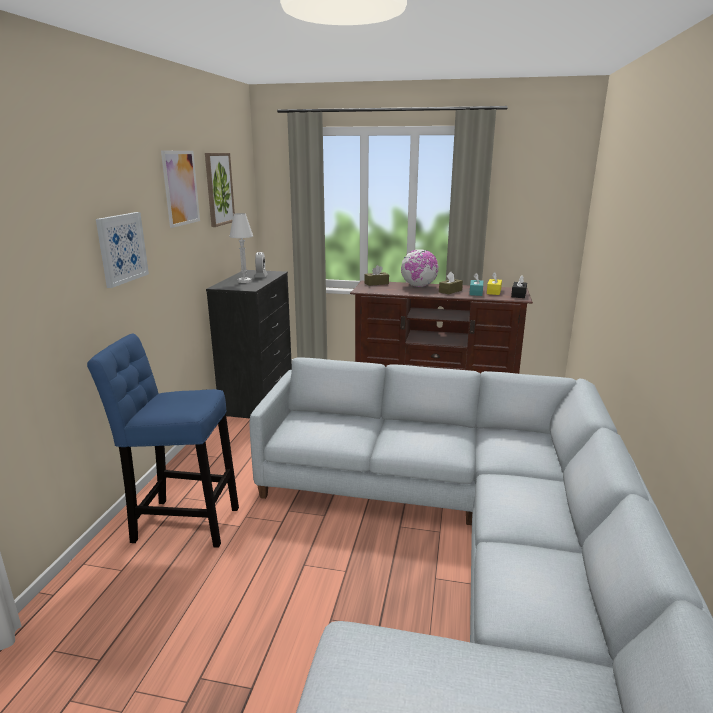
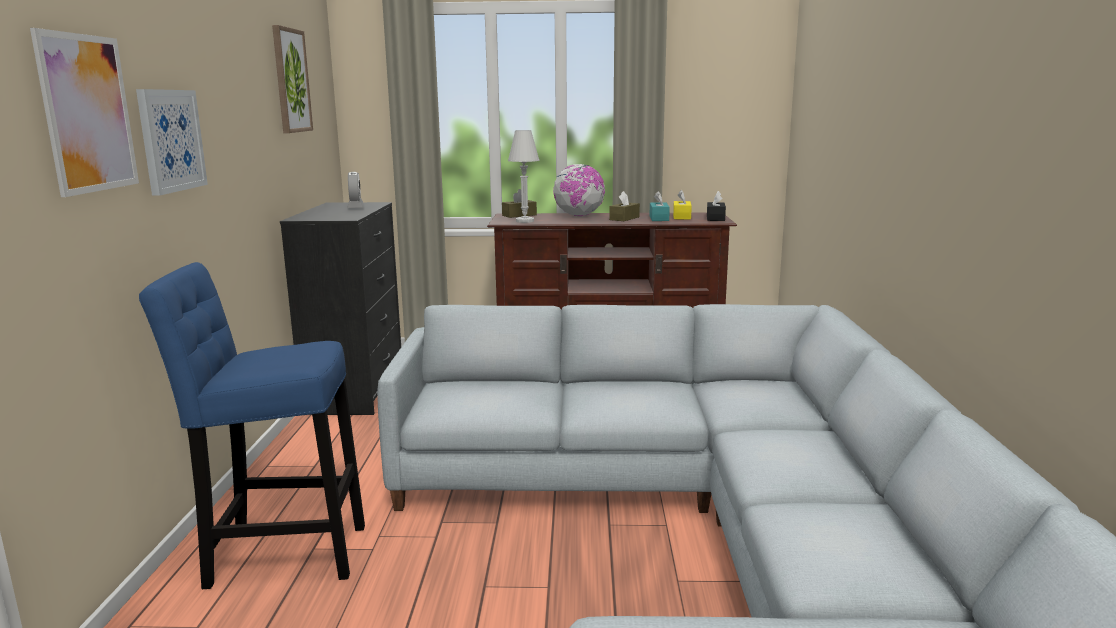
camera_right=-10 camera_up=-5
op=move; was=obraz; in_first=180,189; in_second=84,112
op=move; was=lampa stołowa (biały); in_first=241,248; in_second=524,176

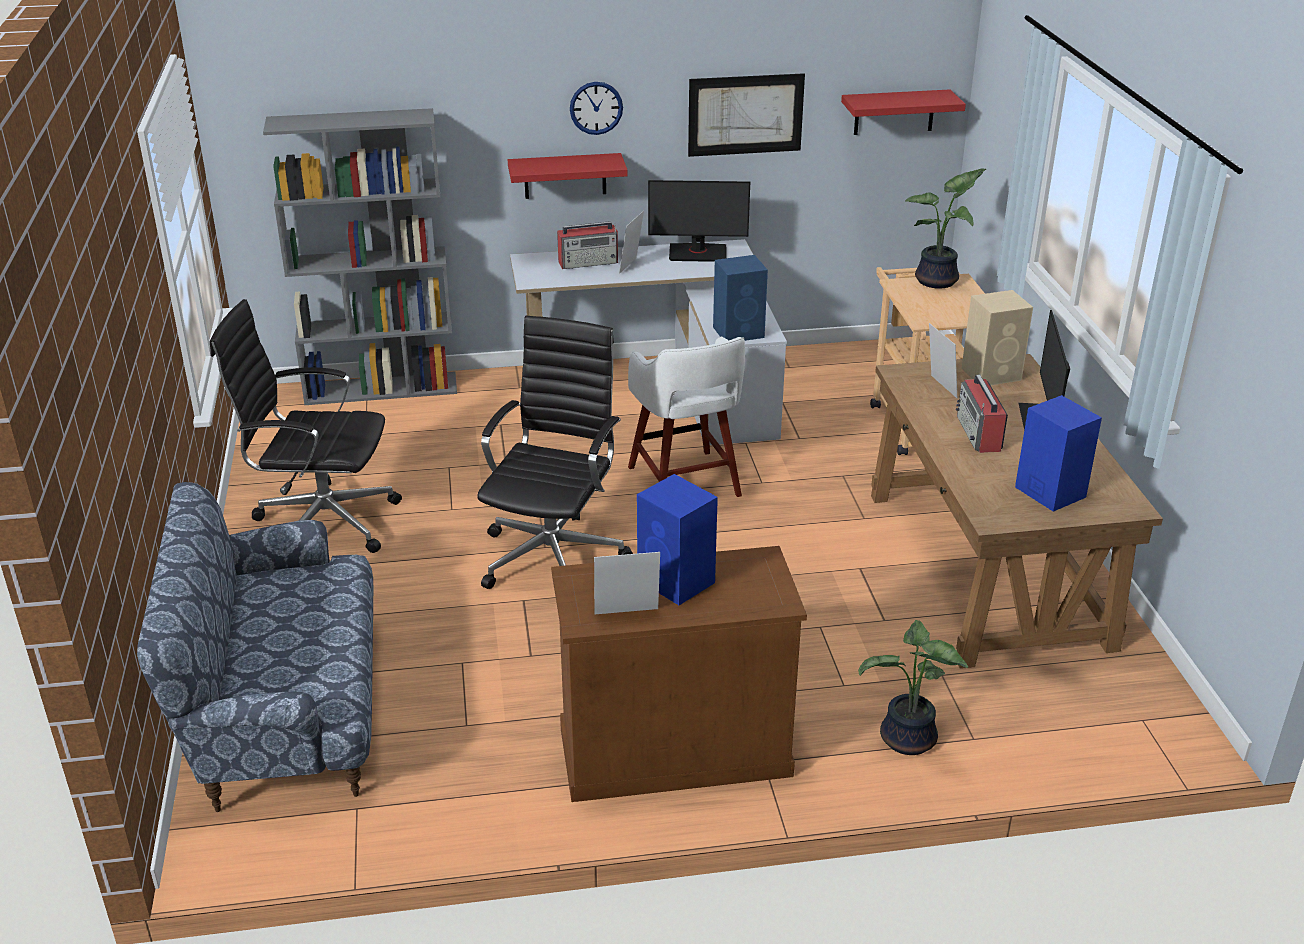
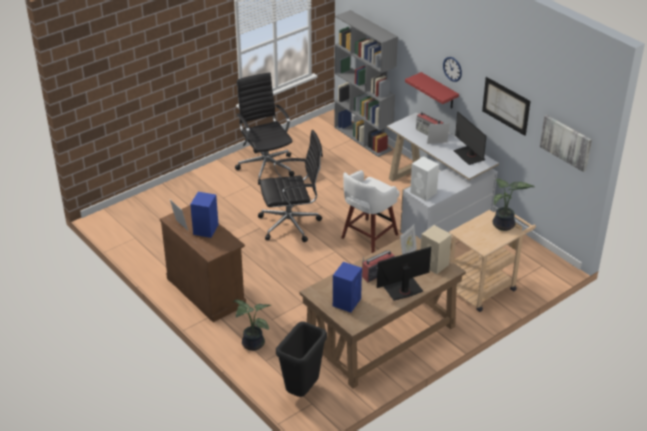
camera_right=60 camera_up=5
op=delete; was=kanapa; in_first=255,647
op=recolor; was=głośnik (niebieski); now=głośnik (biały); in_first=740,298; in_second=424,178
op=replace; was=półka (czerwony); now=obraz; in_first=903,112; in_second=566,143
op=insert; now=kosz na śmieci (czarny); in_second=301,359

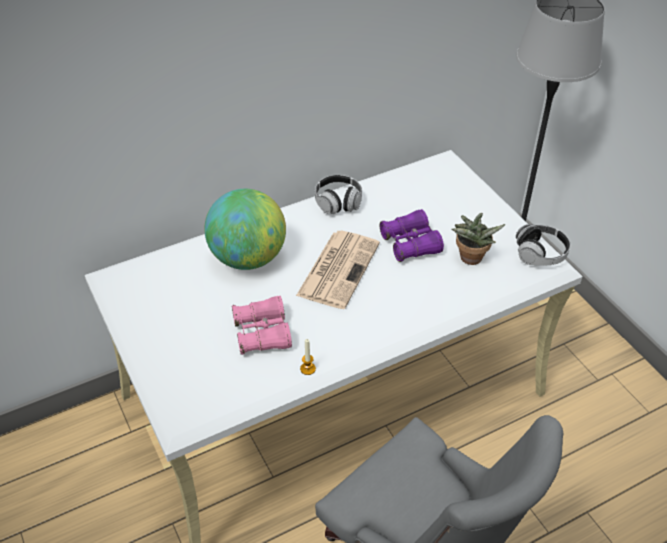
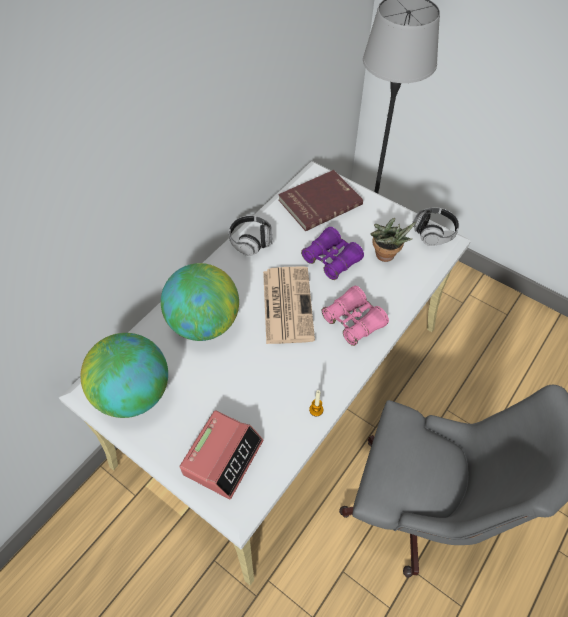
camera_right=-25 camera_up=10
op=move; was=lornetka (różowy); in_first=262,325; in_second=355,316
op=insert; now=globus; in_second=124,375
op=insert; now=budzik; in_second=221,454
op=insert; now=książka (czerwony); in_second=320,200

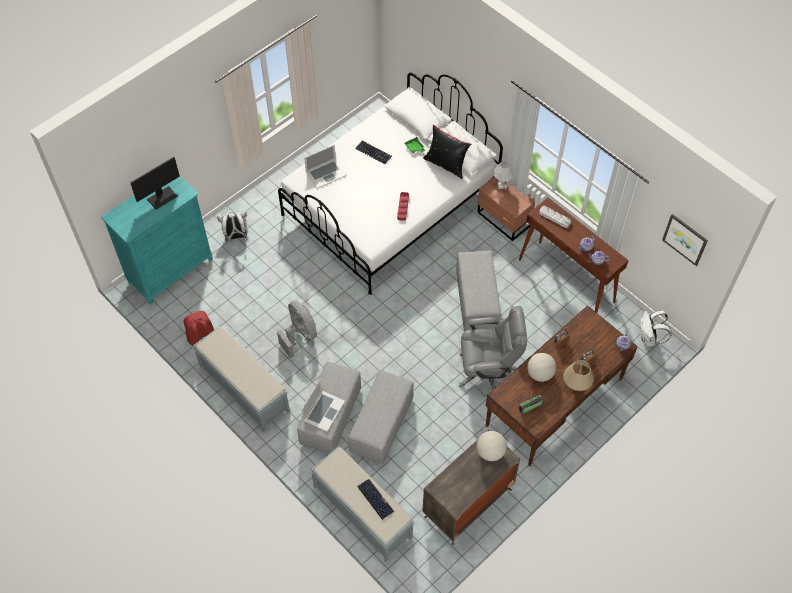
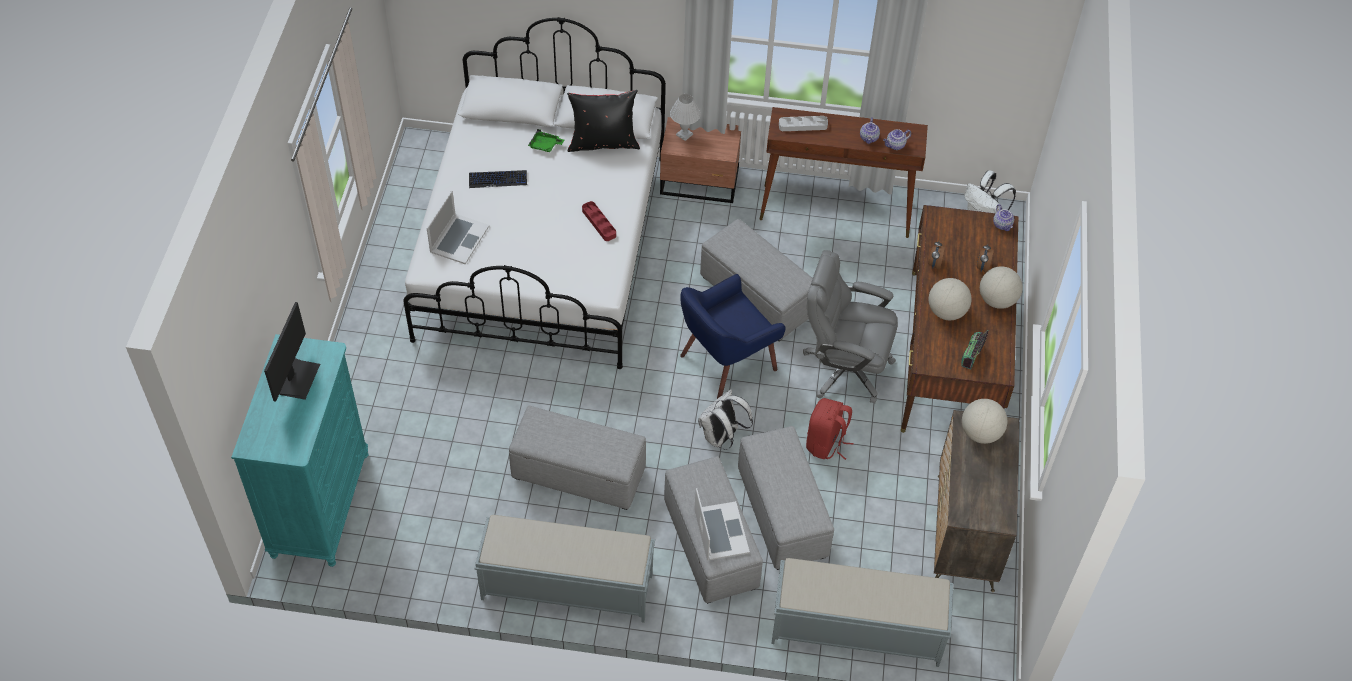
camera_right=-40 camera_up=-5
op=move; was=plecak (czerwony); in_first=199,328; in_second=829,429
op=move; was=plecak (biały); in_first=232,227; in_second=725,419
op=replace; was=wentylator (szary); now=pufa (szary); in_first=297,329; in_second=577,458
op=delete; was=klawiatura; in_first=376,499
op=rotate; was=krzesło biurowe (szary); in_first=493,347; in_second=850,327; clockwise=-120
op=replace; was=lampa stołowa (beżowy); now=globus; in_first=578,375; in_second=1001,287
op=delete; was=obraz; in_first=685,240
op=insert; now=fotel (niebieski); in_second=732,336

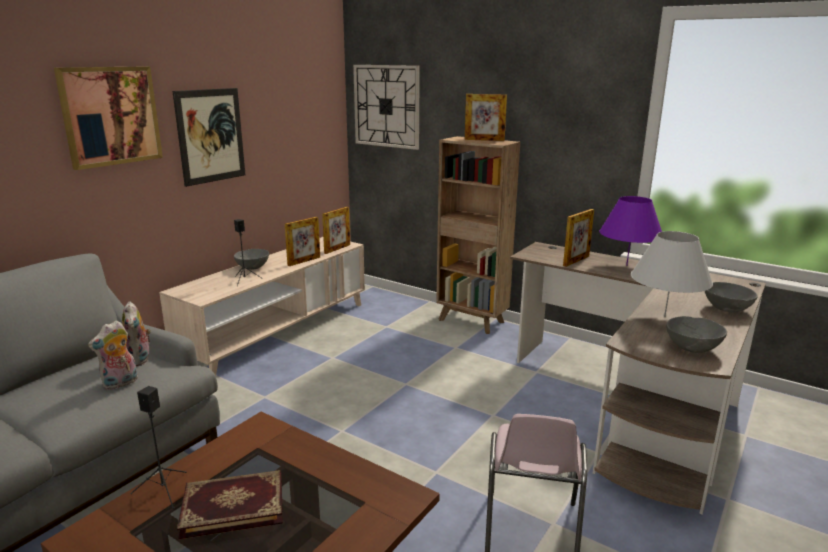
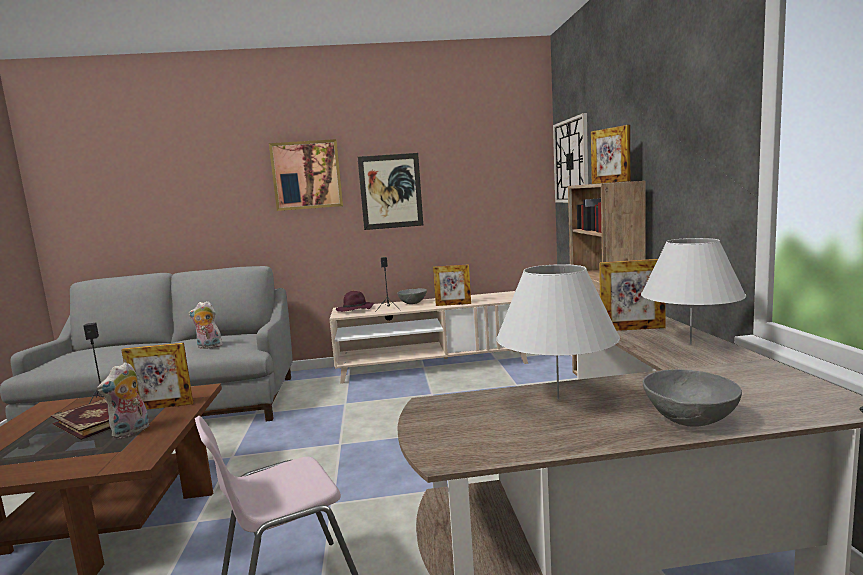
camera_right=50 camera_up=-10
op=move; was=pluszak; in_first=136,333; in_second=123,400
op=move; was=ramka na zdjęcie; in_first=336,230; in_second=157,376
op=recolor; was=lampa stołowa (fioletowy); now=lampa stołowa (biały); in_first=630,231; in_second=693,291
op=delete; was=miska (szary); in_first=696,334
op=insert; now=kapelusz (fioletowy); in_second=355,301

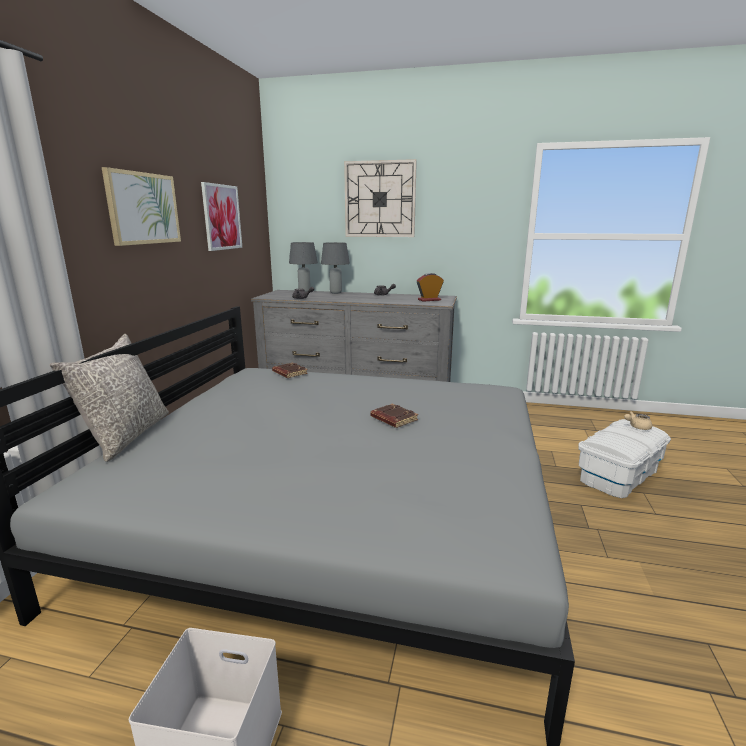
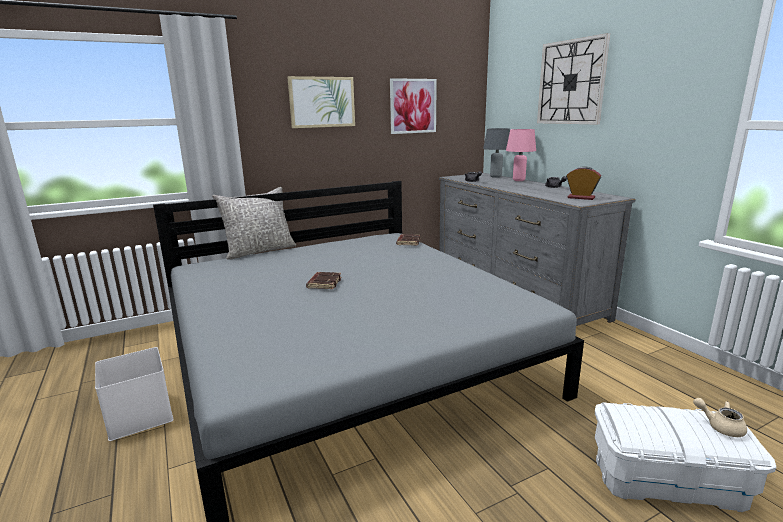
camera_right=50 camera_up=0
op=recolor; was=lampa stołowa (szary); now=lampa stołowa (różowy); in_first=335,268; in_second=521,155
op=move; was=książka (brązowy); in_first=394,415; in_second=324,280

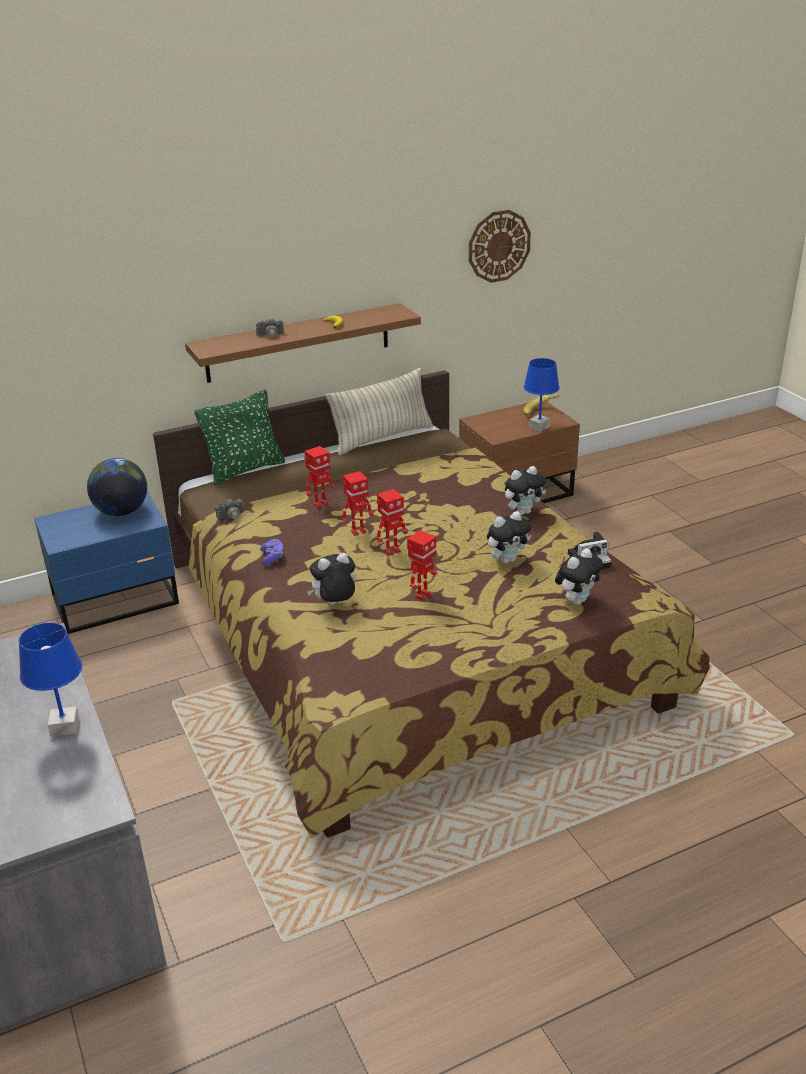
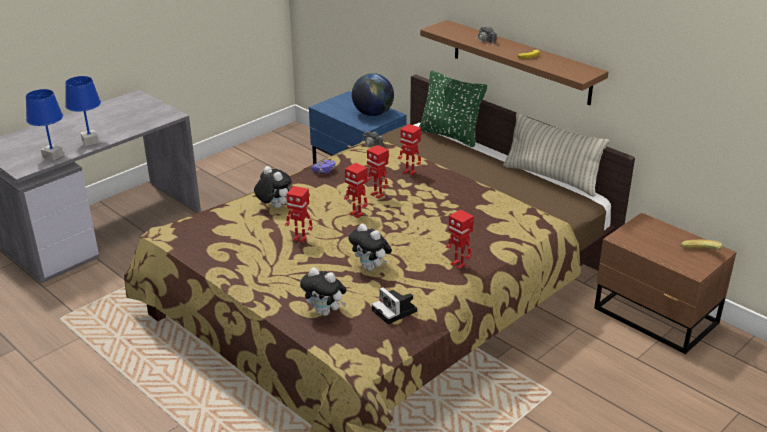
camera_right=70 camera_up=0
op=delete; was=zegar ścienny; in_first=500,246
op=replace; was=pluszak; now=robot zabawkowy; in_first=525,490; in_second=460,239
op=move; was=lampa stołowa (niebieski); in_first=542,395; in_second=45,125

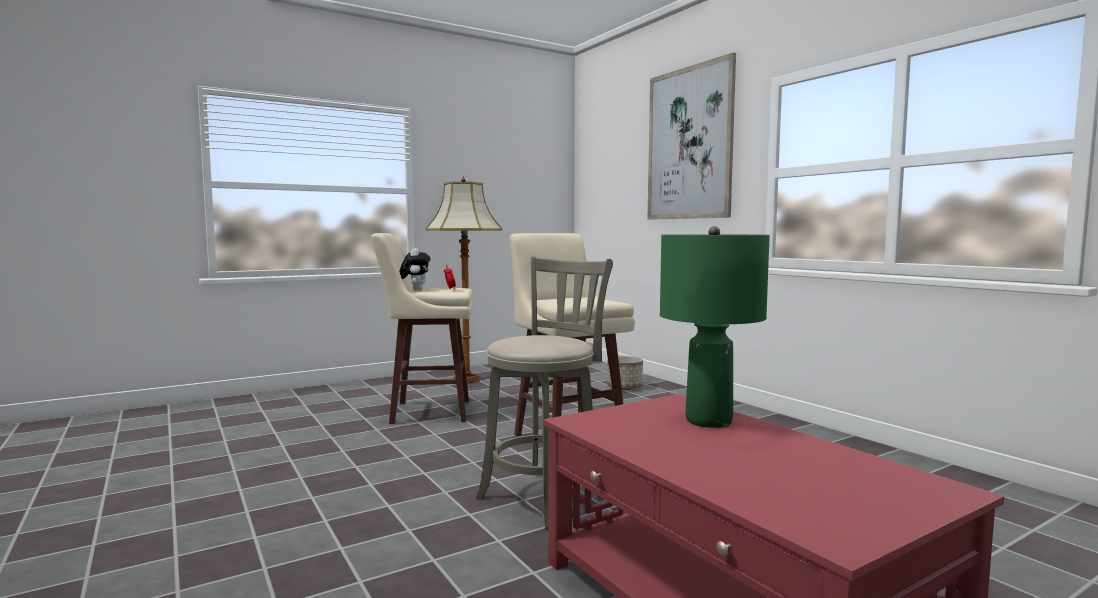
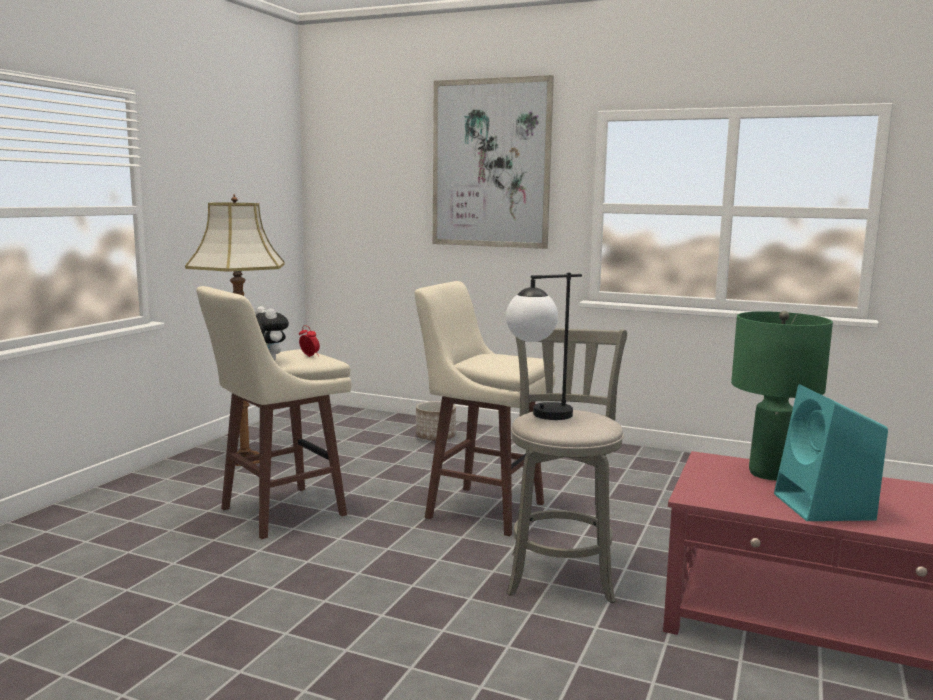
camera_right=-35 camera_up=5
op=insert; now=lampa stołowa; in_second=544,346
op=insert; now=głośnik (turkusowy); in_second=831,452

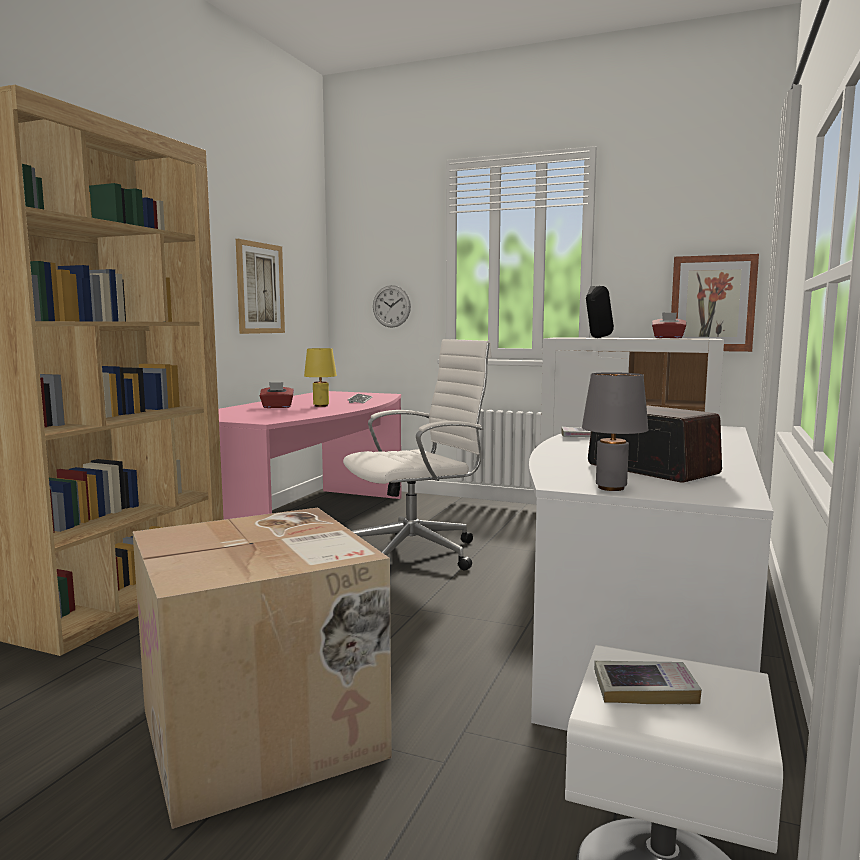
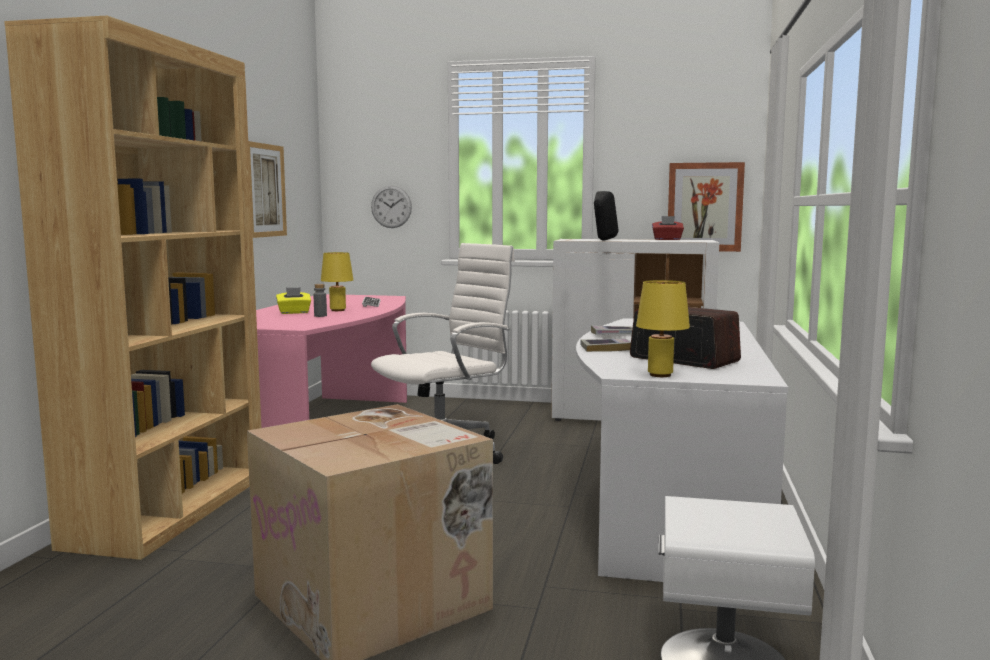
camera_right=-10 camera_up=0
op=recolor; was=pudełko chusteczek (czerwony); now=pudełko chusteczek (żółty); in_first=277,395; in_second=293,300
op=recolor; was=lampa stołowa (szary); now=lampa stołowa (żółty); in_first=615,431; in_second=663,328
op=move; was=książka; in_first=648,683; in_second=605,345
op=insert; now=butelka (szary); in_second=320,300

